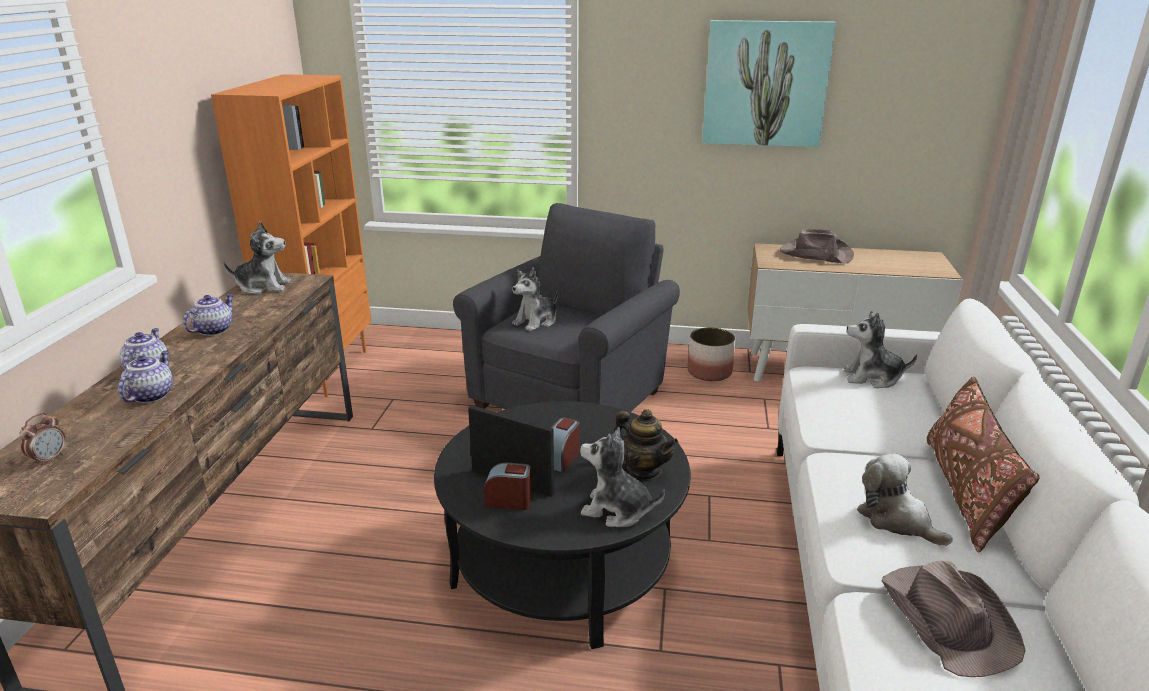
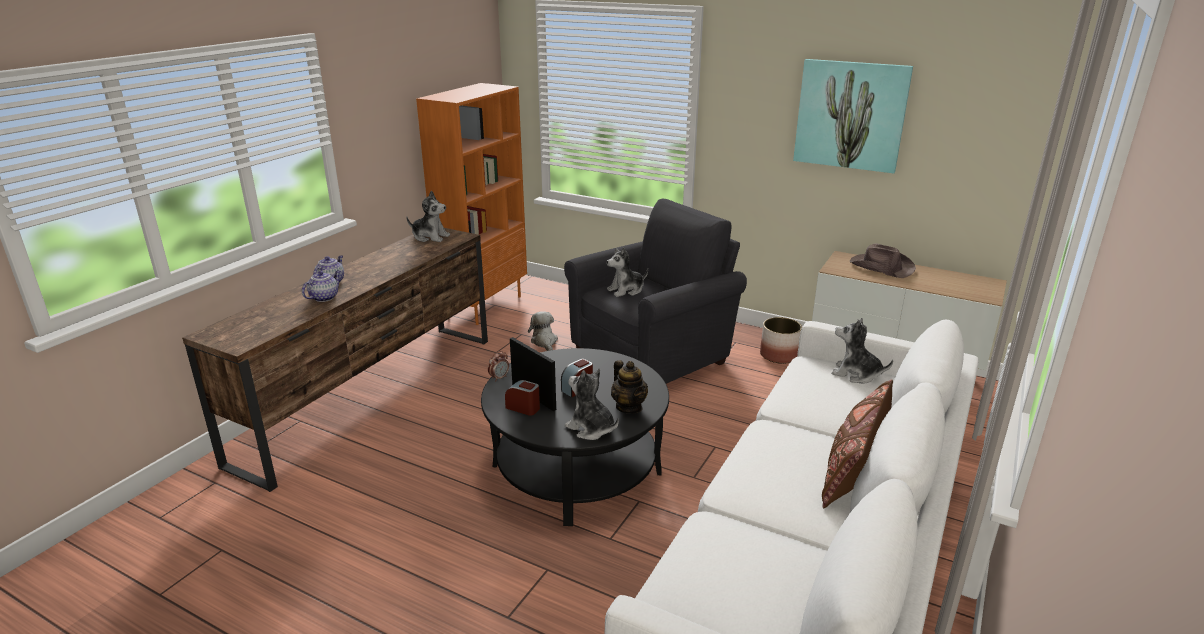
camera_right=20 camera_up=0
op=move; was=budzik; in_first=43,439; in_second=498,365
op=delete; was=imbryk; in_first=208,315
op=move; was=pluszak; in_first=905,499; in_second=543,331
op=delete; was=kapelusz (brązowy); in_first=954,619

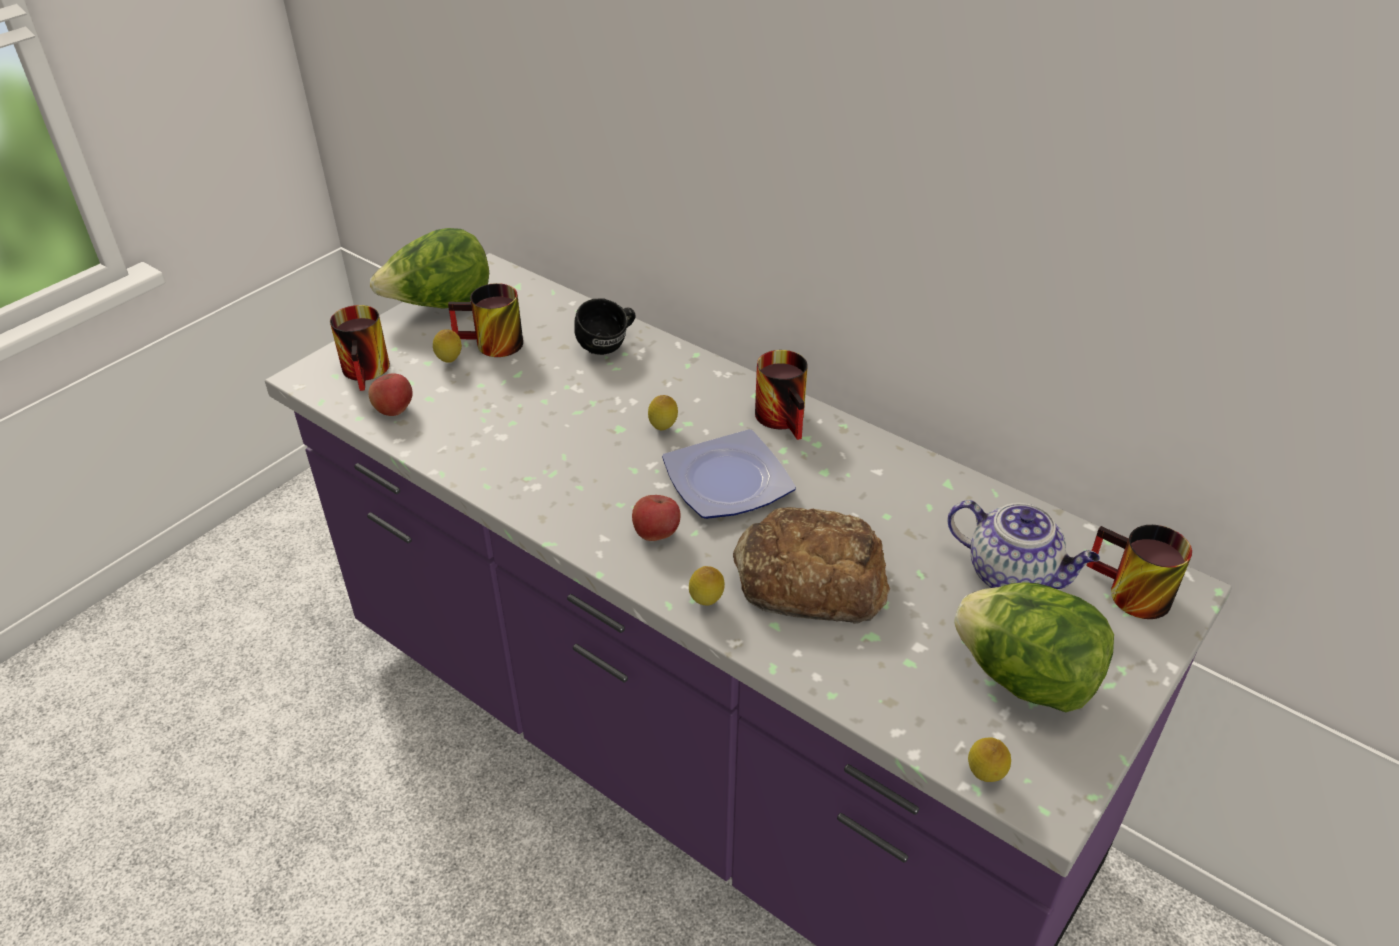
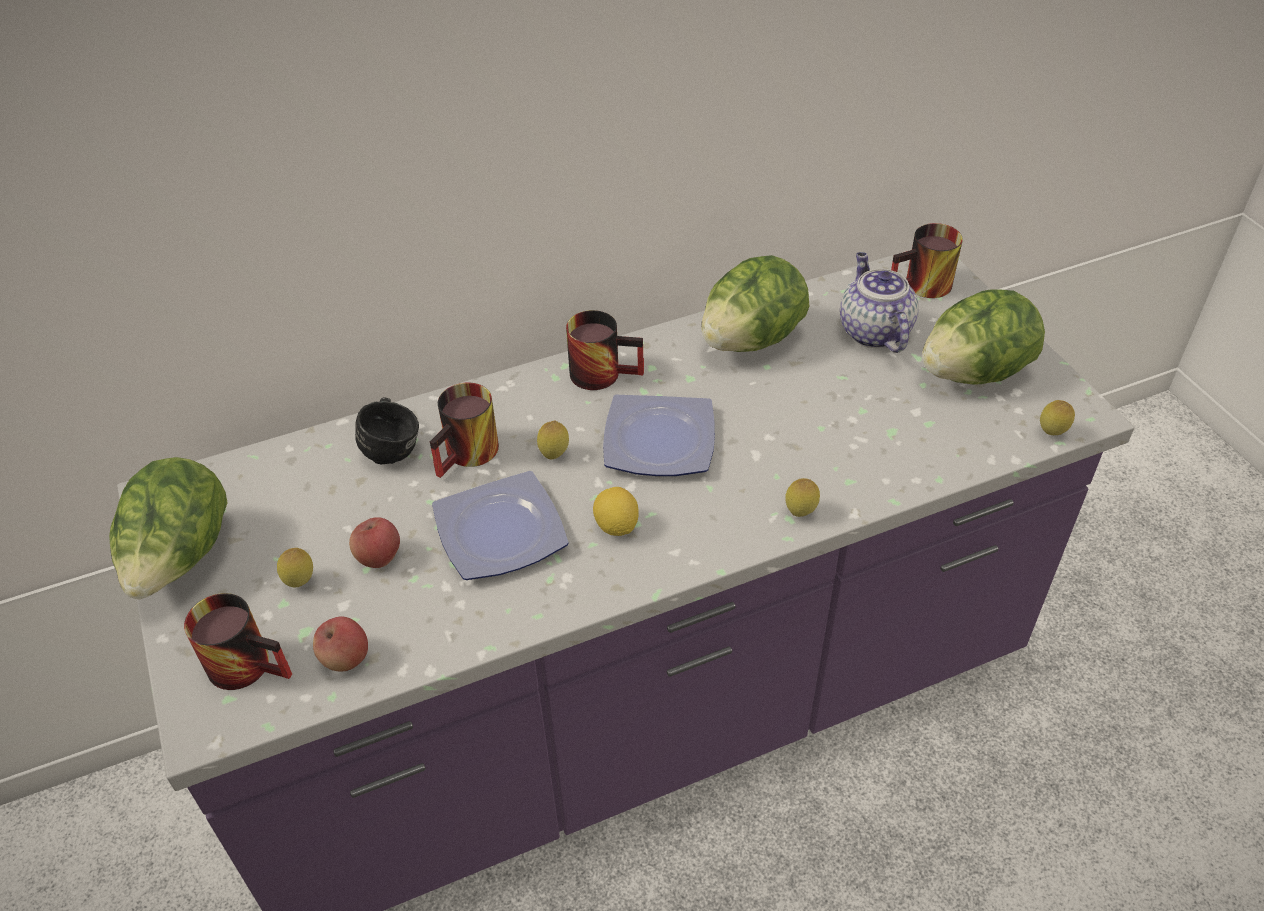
camera_right=-60 camera_up=5
op=move; was=kubek; in_first=485,320; in_second=464,430
op=move; was=jabłko; in_first=656,518; in_second=374,542
op=delete; was=chleb; in_first=811,565
op=rotate; was=imbryk; in_first=1024,544; in_second=879,302; clockwise=-75
op=insert; now=talerz; in_second=500,525
op=insert; now=cytryna; in_second=616,511
op=insert; now=sałata; in_second=755,303

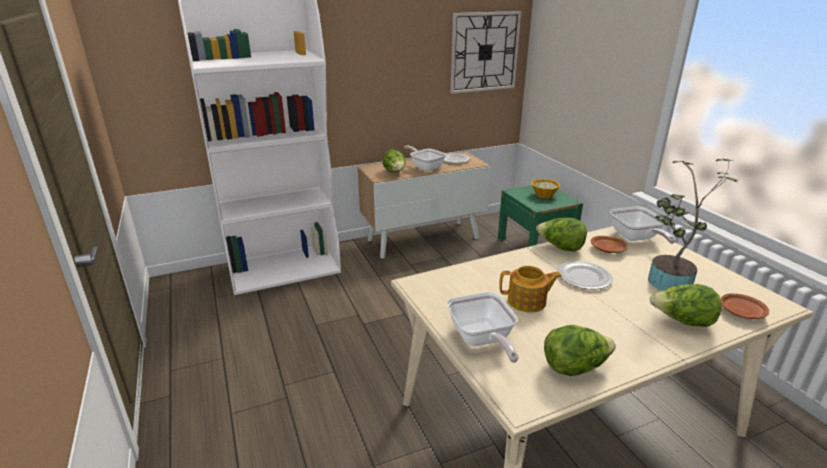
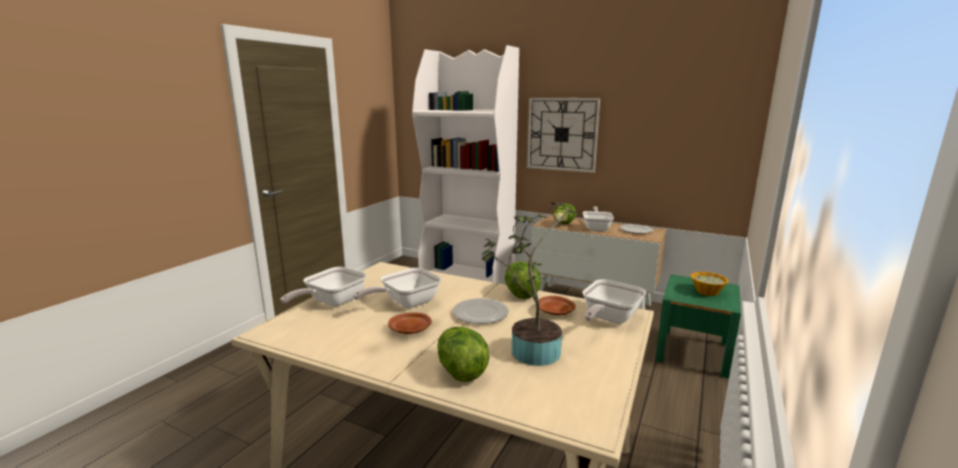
camera_right=50 camera_up=-10
op=move; was=zegar ścienny; in_first=485,52; in_second=563,135
op=replace; was=imbryk; now=patelnia; in_first=530,289; in_second=397,288
op=delete; was=sałata; in_first=580,350
op=move; was=talerz (brązowy); in_first=744,306; in_second=410,323

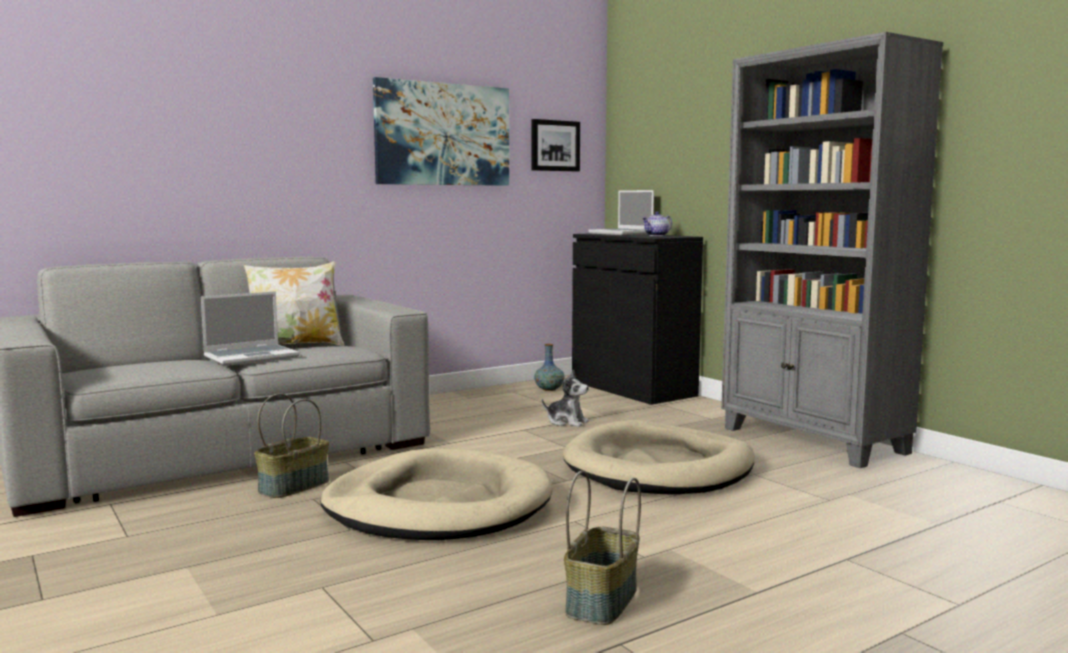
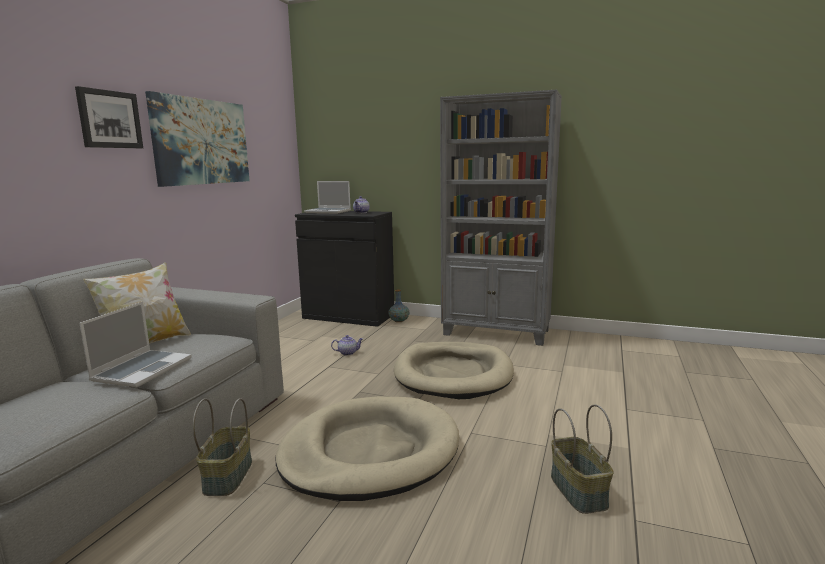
camera_right=-35 camera_up=5
op=move; was=obraz; in_first=556,145; in_second=109,117
op=move; was=wazon; in_first=549,367; in_second=399,306
op=replace; was=pluszak; now=imbryk; in_first=565,398; in_second=347,345

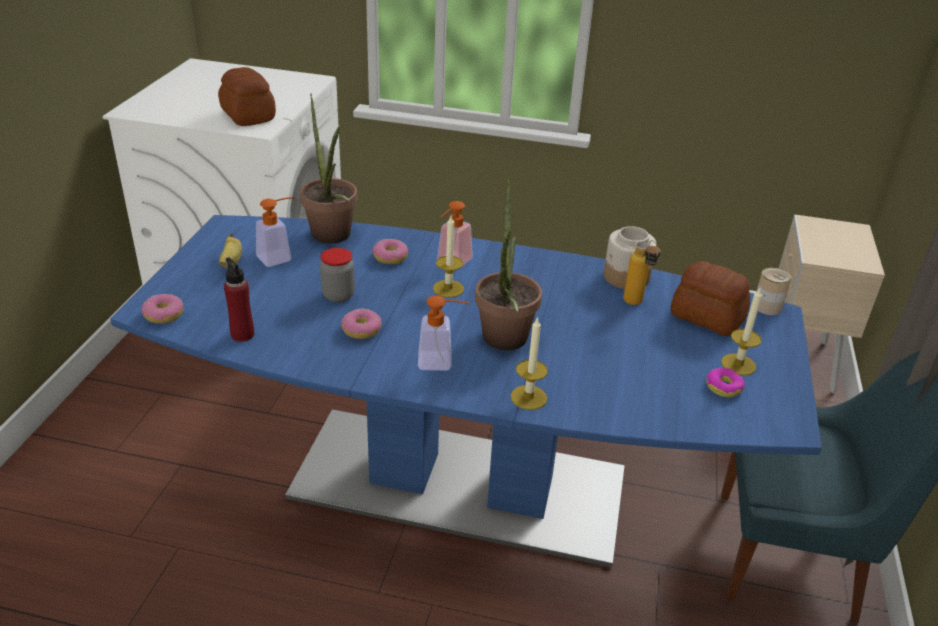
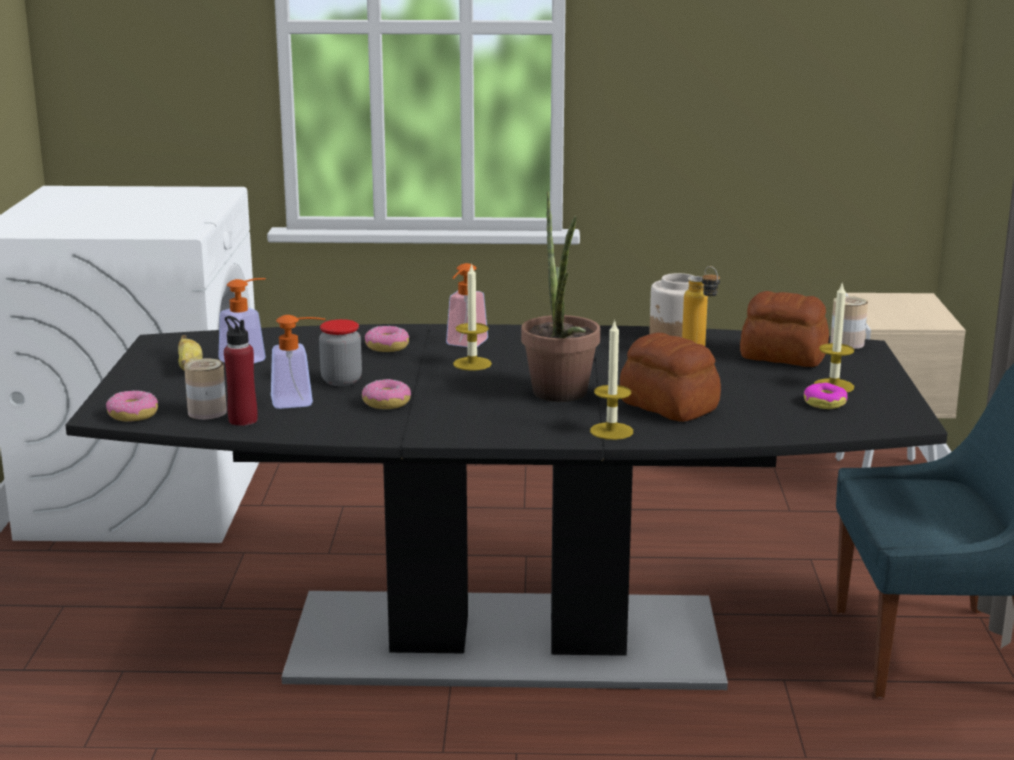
camera_right=-10 camera_up=-15
op=recolor; was=stół jadalny (niebieski); now=stół jadalny (czarny); in_first=466,391; in_second=506,507
op=move; was=chleb; in_first=247,96; in_second=670,377
op=delete; was=roślina doniczkowa; in_first=328,168
op=move; was=dozownik mydła; in_first=443,333; in_second=298,362
op=insert; now=puszka; in_second=205,389

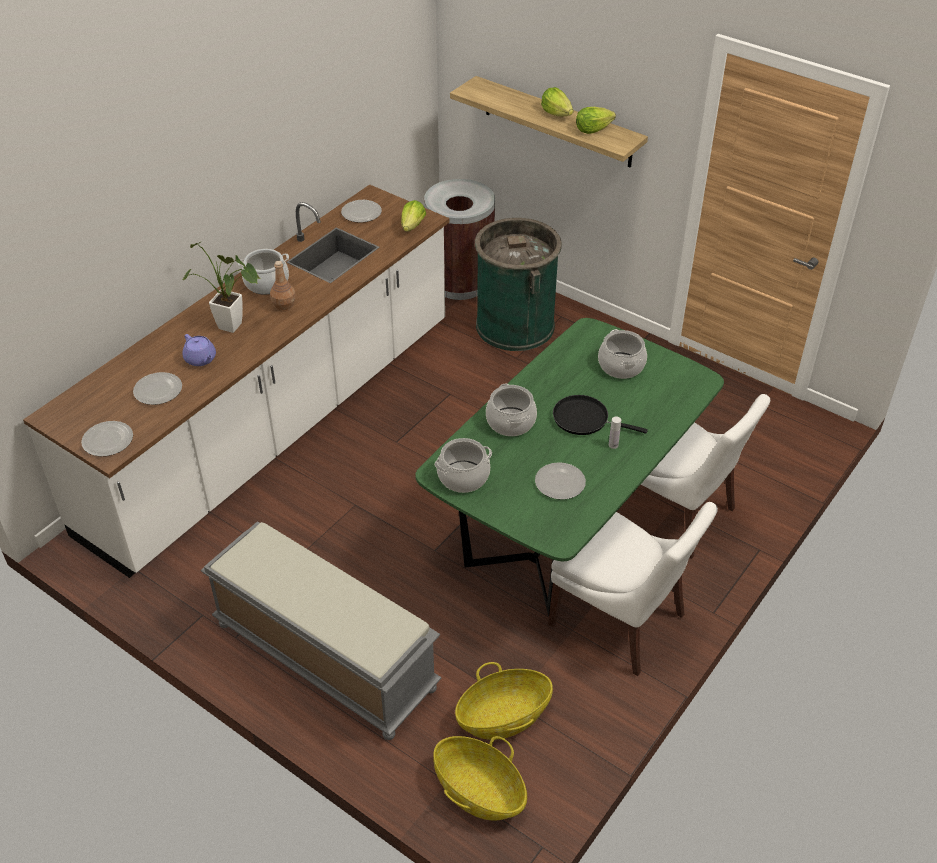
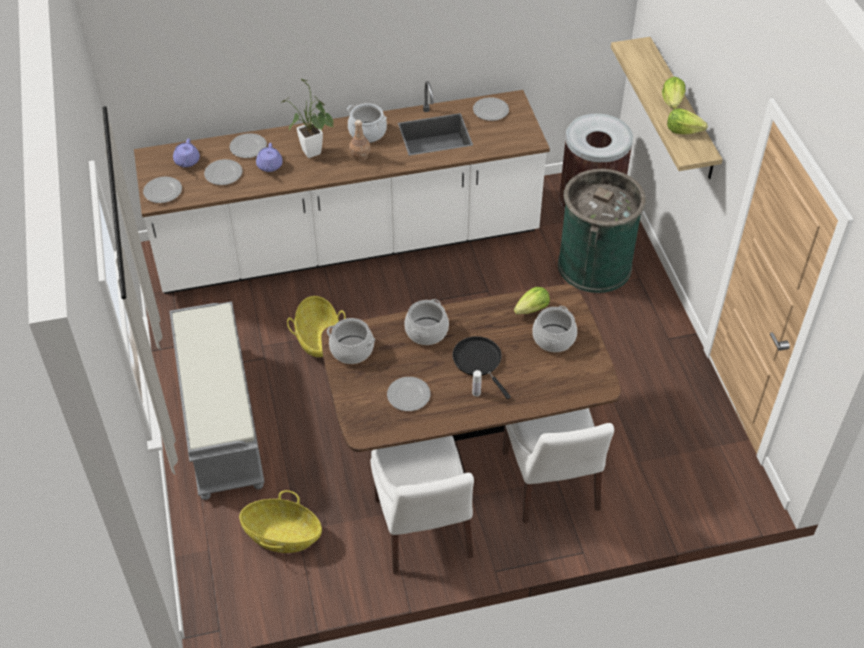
camera_right=40 camera_up=5
op=move; was=sałata; in_first=413,216; in_second=532,300
op=recolor; was=stół jadalny (zielony); now=stół jadalny (brązowy); in_first=569,467; in_second=471,368
op=move; was=koszyk; in_first=480,778; in_second=316,326
op=insert; now=imbryk (fioletowy); in_second=186,152
op=insert; now=talerz; in_second=248,145

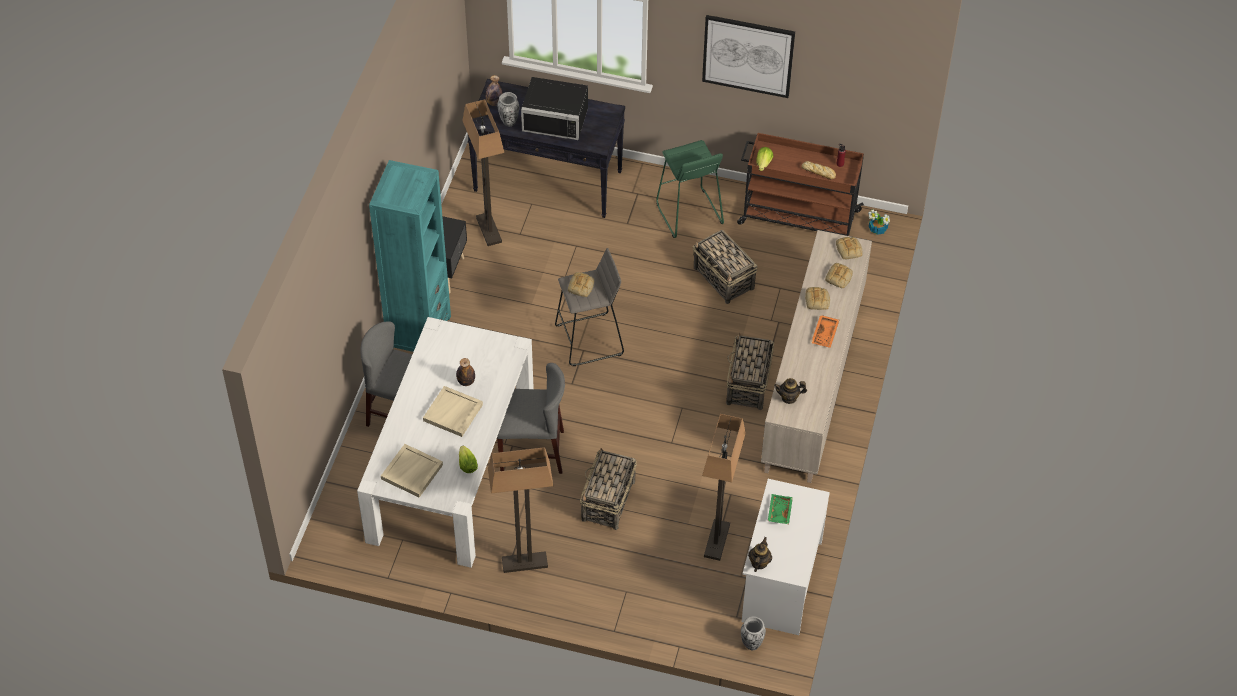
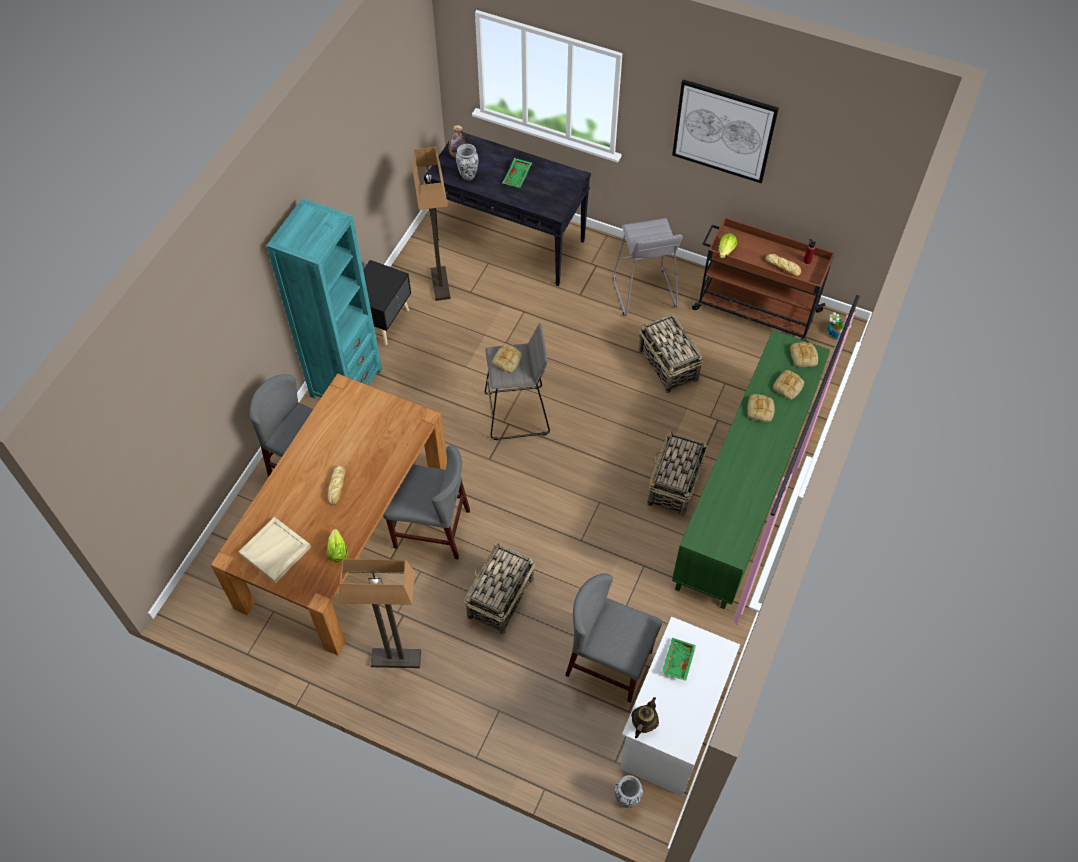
camera_right=10 camera_up=5
op=recolor; was=stół jadalny (biały); now=stół jadalny (brązowy); in_first=445,442; in_second=329,514
op=replace; was=taca (beżowy); now=chleb; in_first=453,411; in_second=336,485
op=delete; was=butelka; in_first=465,372
op=replace; was=mikrofalówka (czarny); now=taca (zielony); in_first=554,108; in_second=517,173
op=recolor; was=stołek (zielony); now=stołek (szary); in_first=690,189; in_second=648,267
op=replace; was=lampa stojąca; now=krzesło (szary); in_first=724,487; in_second=613,638
op=recolor; was=szafka (beżowy); now=szafka (zielony); in_first=816,356; in_second=751,469
op=delete; was=imbryk; in_first=790,391
op=delete; was=taca (pomarańczowy); in_first=825,331

